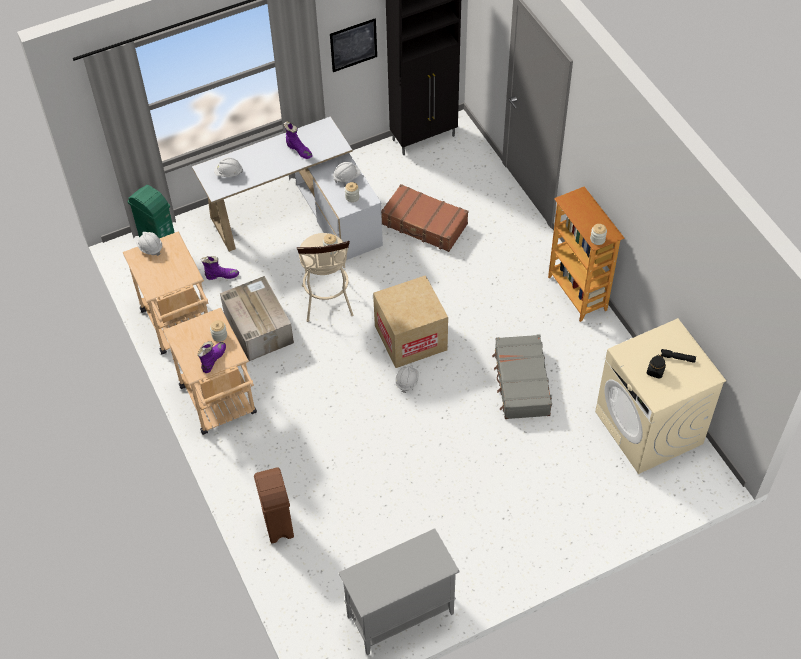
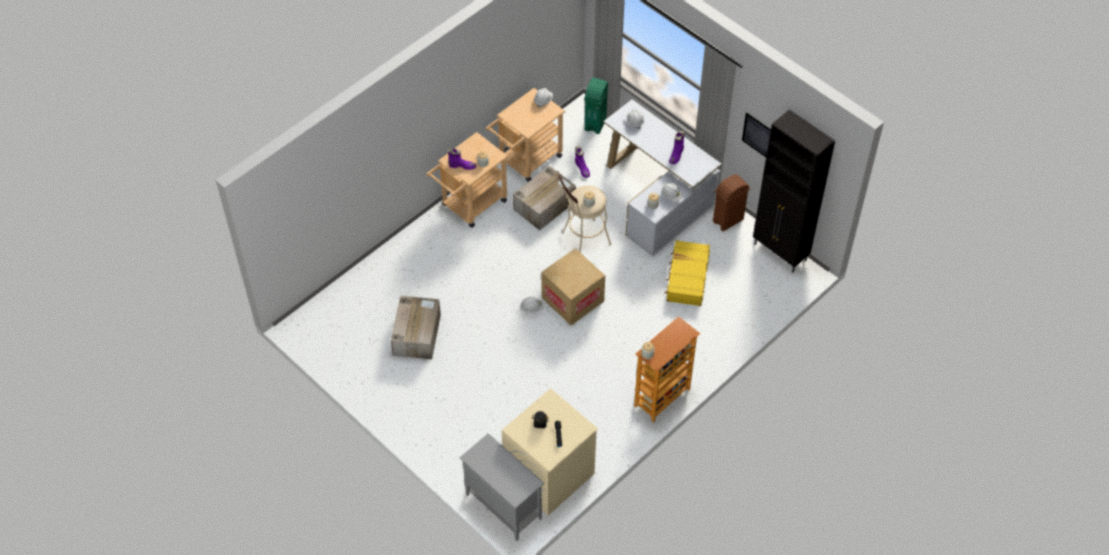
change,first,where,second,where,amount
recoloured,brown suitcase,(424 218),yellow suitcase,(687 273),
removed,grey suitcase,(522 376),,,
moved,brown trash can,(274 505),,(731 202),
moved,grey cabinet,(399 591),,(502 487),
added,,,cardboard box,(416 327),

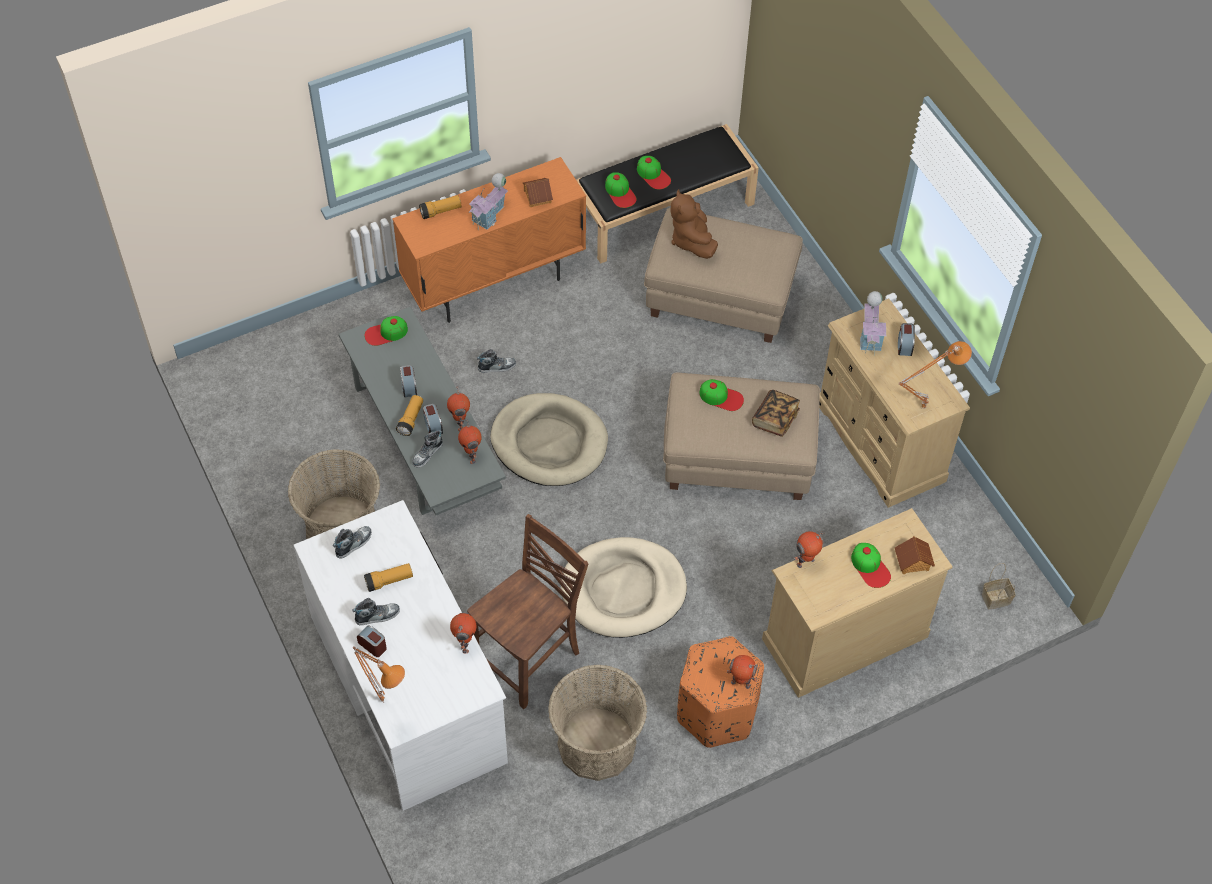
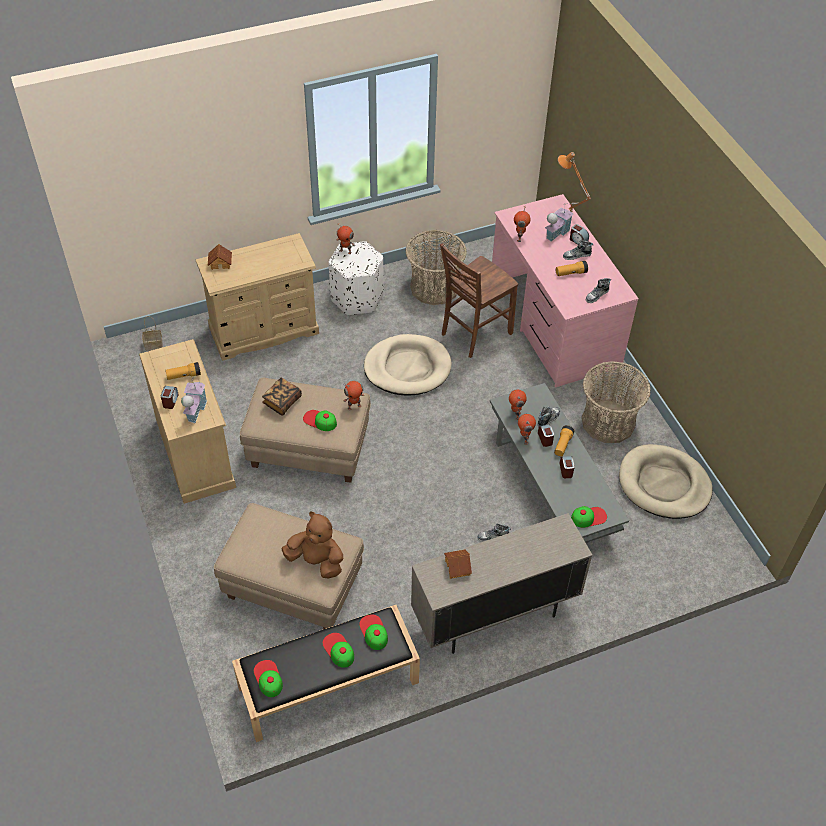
change,first,where,second,where,amount
recoloured,orange cabinet,(489 240),beige cabinet,(502 583),
moved,toy house,(488 202),,(559 222),
turned,brown plush toy,(694 224),,(312 545),60 degrees counterclockwise
moved,flashlight,(440 207),,(183 371),
removed,orange table lamp,(935 375),,,
moved,beige dog bed,(549 439),,(666 481),
recoloured,white desk,(400 655),pink desk,(565 290),
moved,toy robot,(809 549),,(353 395),
moved,cap,(871 565),,(268 678),
recoloured,orange ottoman,(720 692),white ottoman,(356 278),

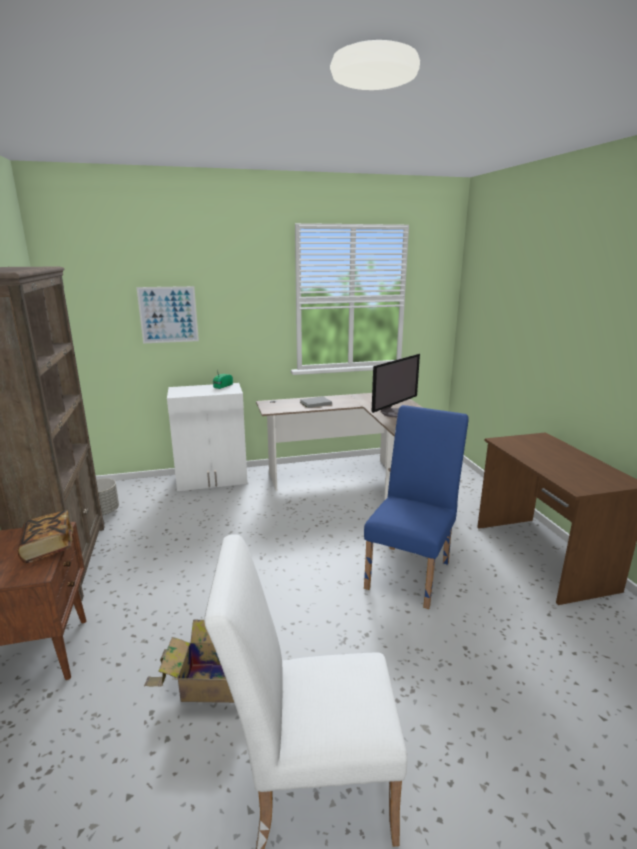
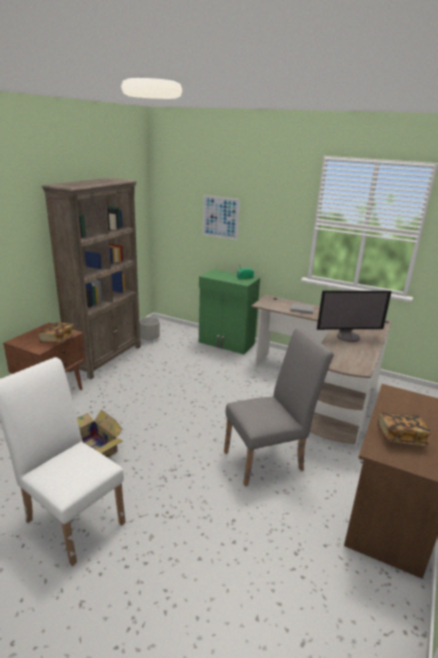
change,first,where,second,where,amount
recoloured,white cabinet,(207 437),green cabinet,(229 311),
recoloured,blue chair,(416 507),grey chair,(279 407),
added,,,book,(405 429),

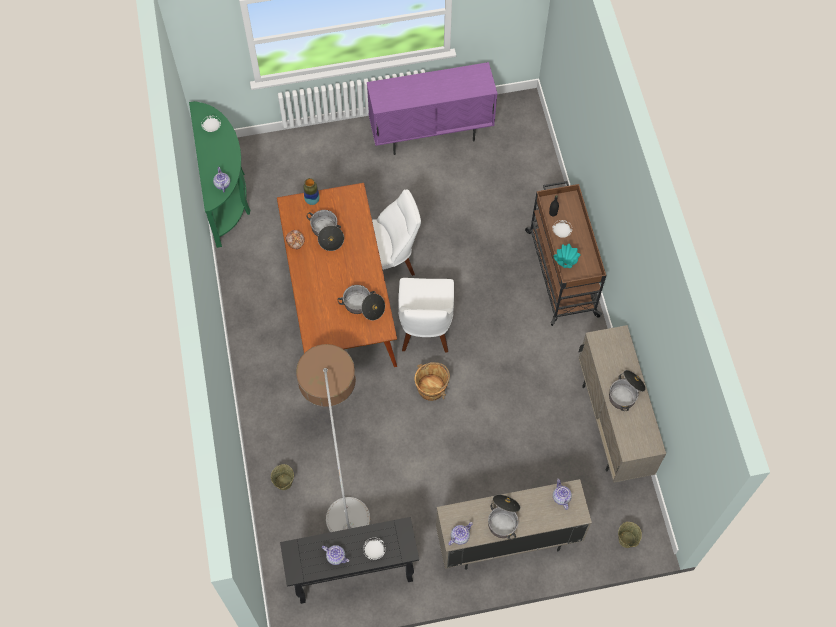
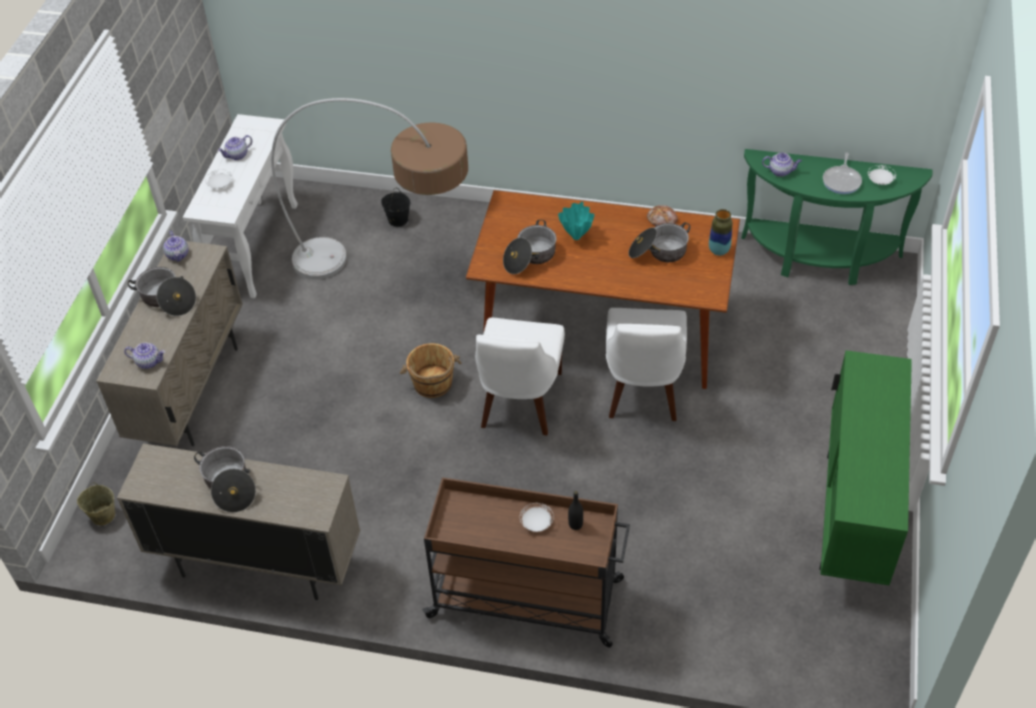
change,first,where,second,where,amount
recoloured,purple cabinet,(432 108),green cabinet,(865 467),
moved,turquoise vase,(567 256),,(576 221),
turned,white chair,(426 315),,(520 376),105 degrees counterclockwise
recoloured,beige bucket,(282 477),black bucket,(395 207),
recoloured,black console table,(349 560),white console table,(240 206),
added,,,frying pan,(842 173),

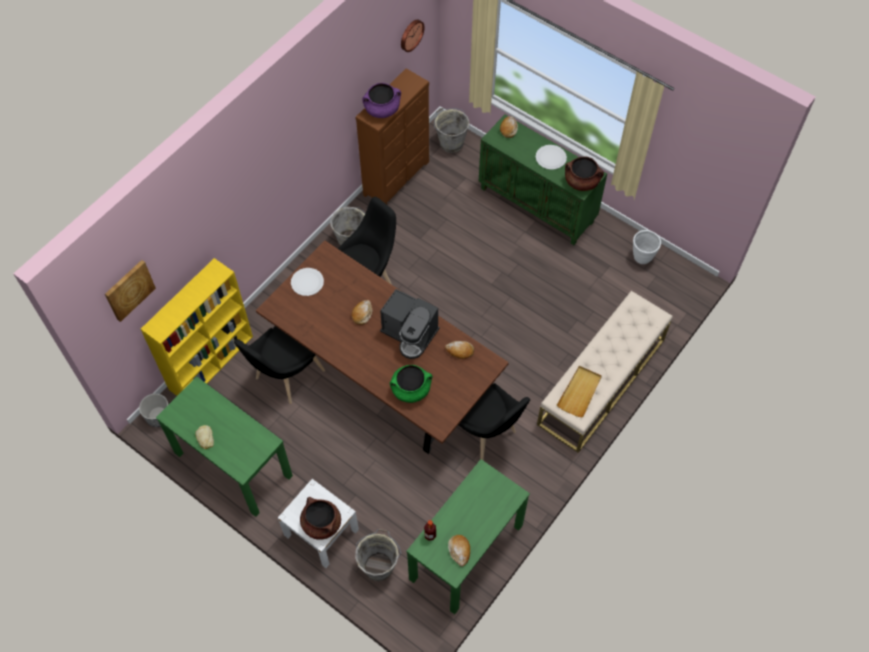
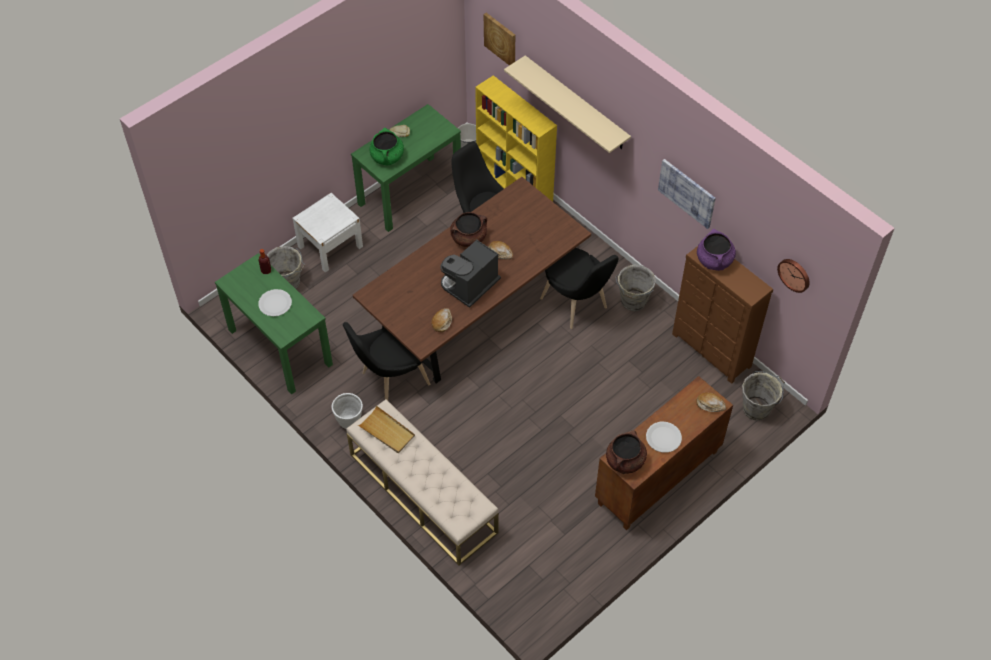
change,first,where,second,where,amount
recoloured,green cabinet,(543 180),brown cabinet,(664 453),
moved,white planter,(647 247),,(347 411),
moved,white plate,(307 282),,(275 302),
moved,green cooking pot,(411 384),,(387 146),
moved,brown cooking pot,(320 518),,(468 229),
removed,bread,(459 551),,,
added,,,beige shelf,(567 104),
added,,,picture,(687 194),

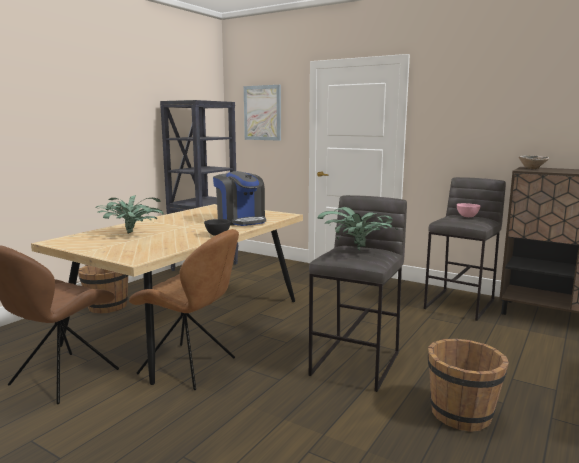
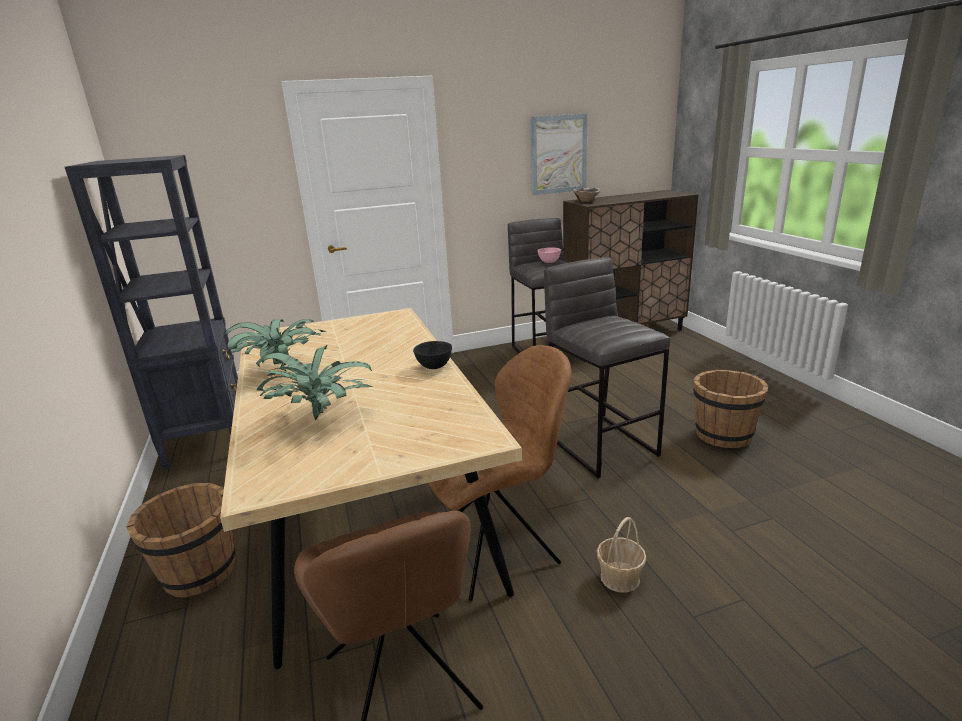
change,first,where,second,where,amount
moved,picture,(262 113),,(559 154),
removed,coffee machine,(239 198),,,
moved,potted plant,(358 229),,(275 345),
added,,,basket,(622 555),

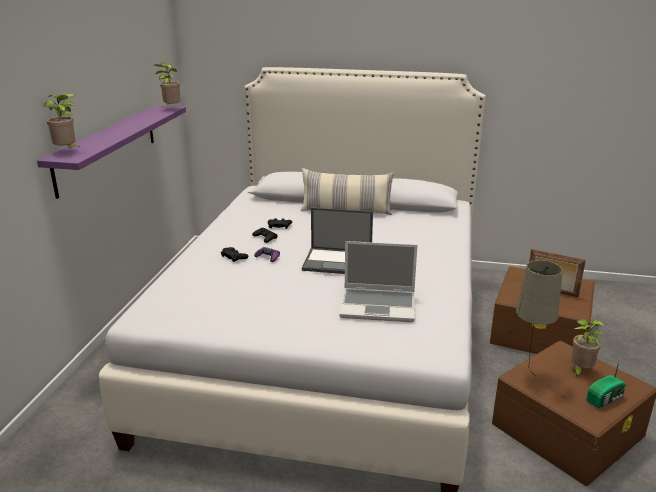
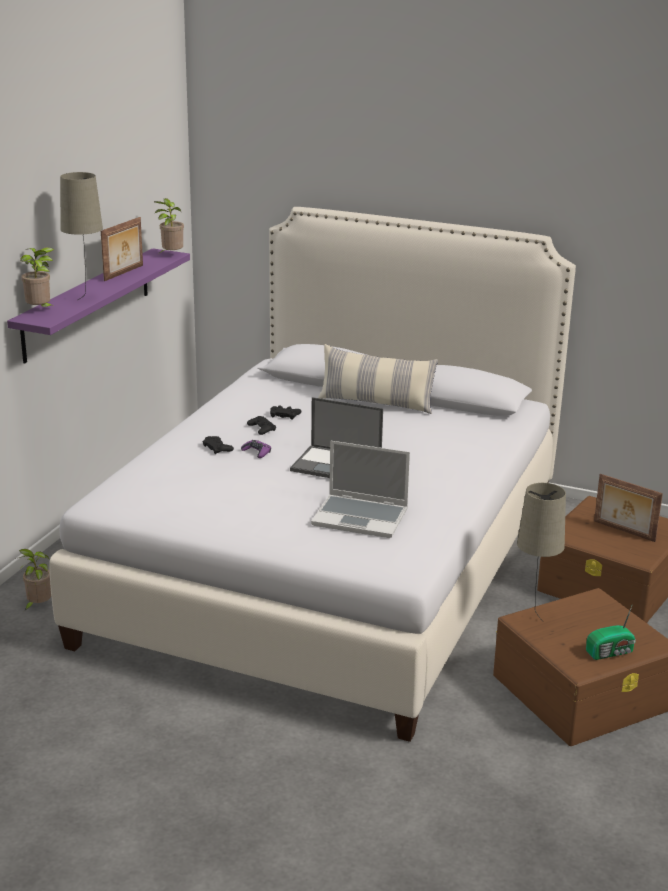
change,first,where,second,where,amount
moved,potted plant,(588 348),,(33 580),
added,,,beige table lamp,(81 236),
added,,,picture frame,(122 249),

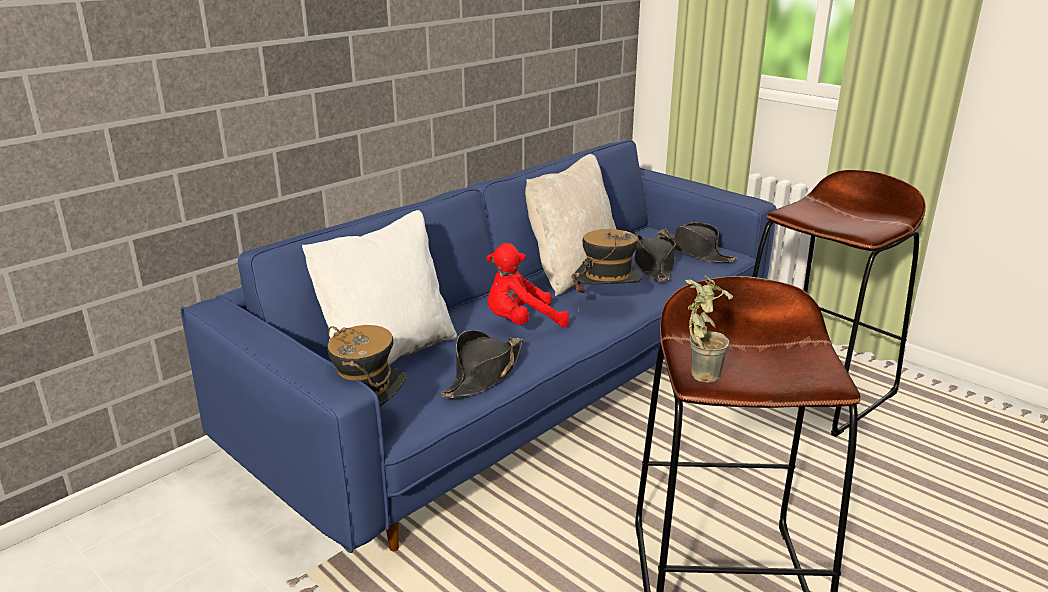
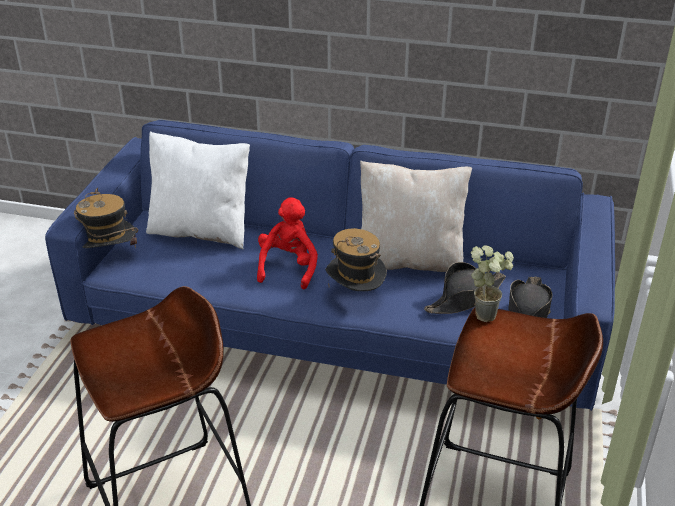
change,first,where,second,where,amount
turned,red plush toy,(527 285),,(287 243),60 degrees clockwise
moved,potted plant,(709 329),,(492 283),
removed,black hat,(482 364),,,

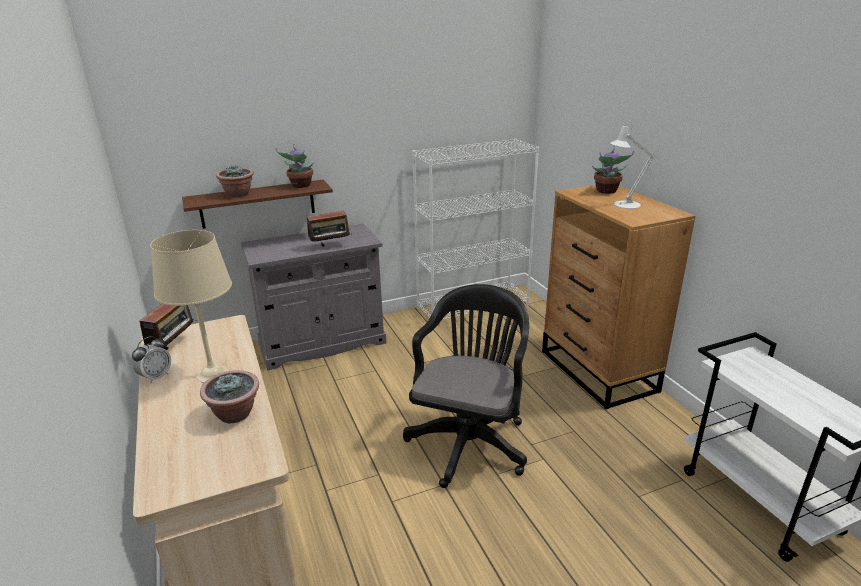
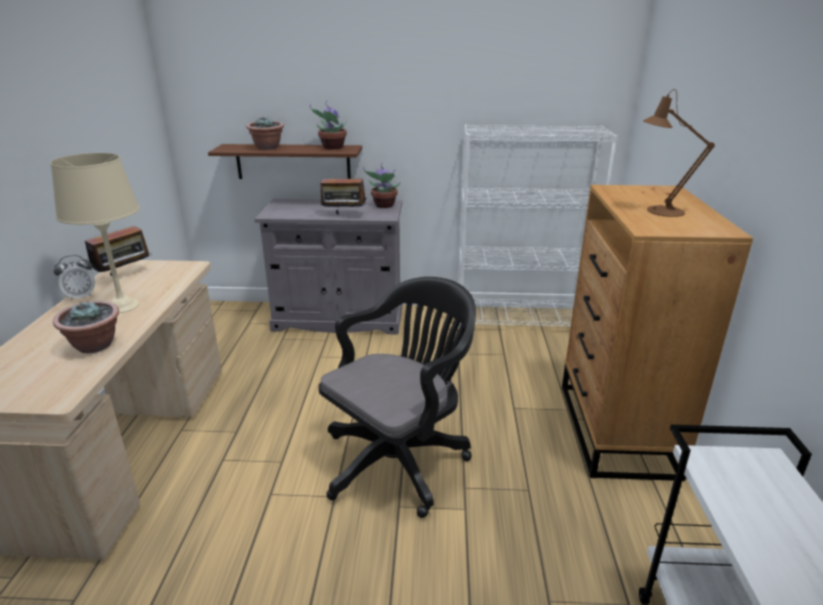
change,first,where,second,where,amount
recoloured,white table lamp,(632 165),brown table lamp,(679 153),
moved,potted plant,(613 170),,(381 185),

